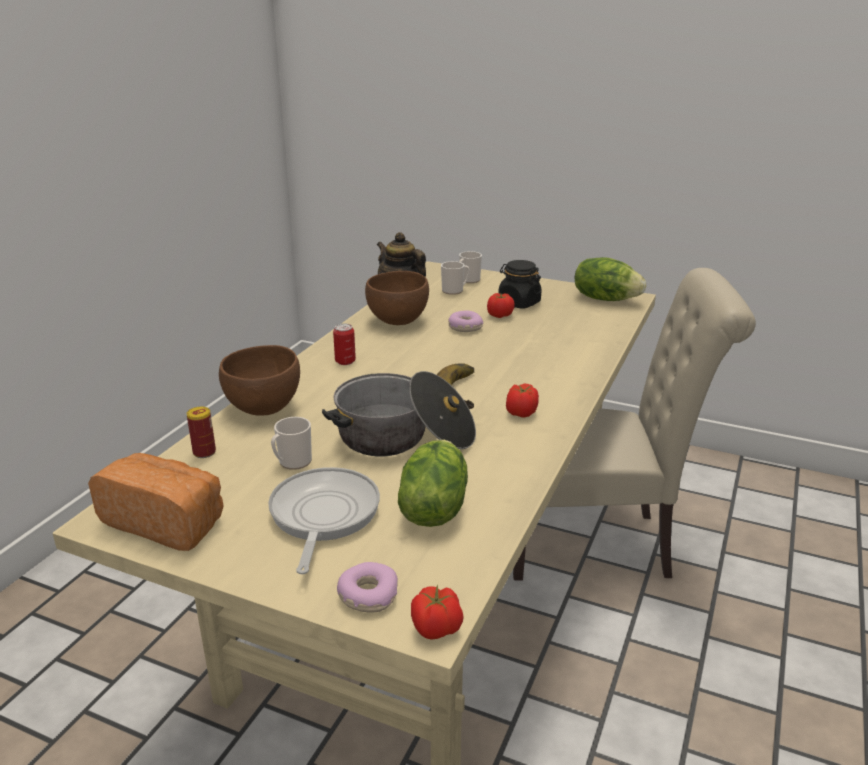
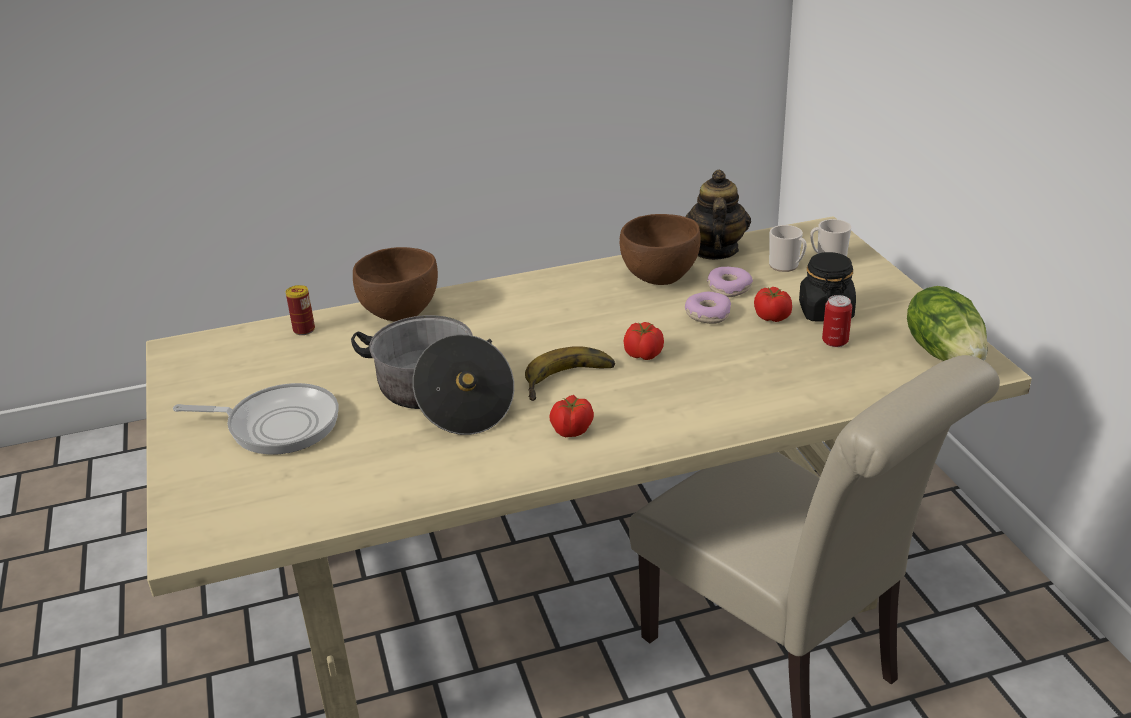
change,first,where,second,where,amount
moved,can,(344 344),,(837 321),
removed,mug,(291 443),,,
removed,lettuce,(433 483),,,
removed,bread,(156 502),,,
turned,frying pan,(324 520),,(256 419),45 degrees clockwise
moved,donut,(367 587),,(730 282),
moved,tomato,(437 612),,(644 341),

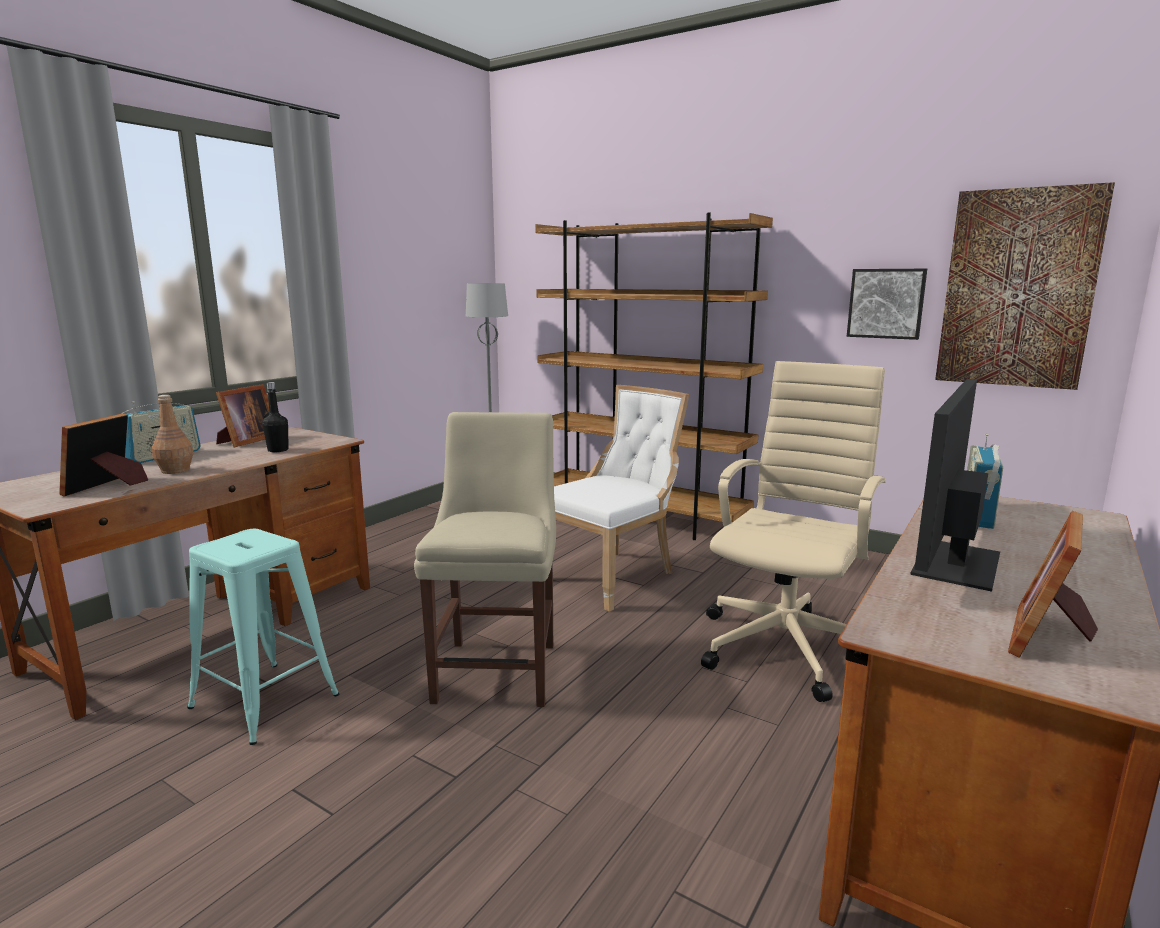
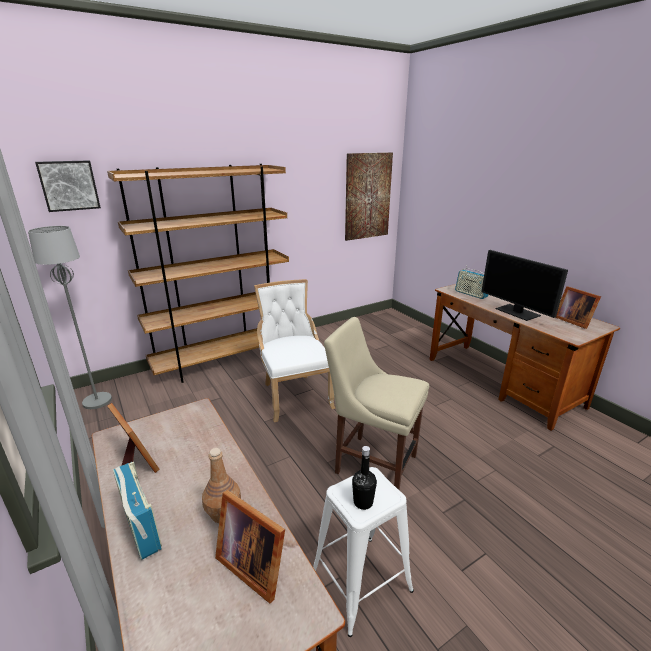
change,first,where,second,where,amount
moved,picture,(887 304),,(68 186),
removed,beige office chair,(793 531),,,
moved,black bottle,(275 417),,(364 478),
recoloured,turquoise stool,(263 637),white stool,(363 552),

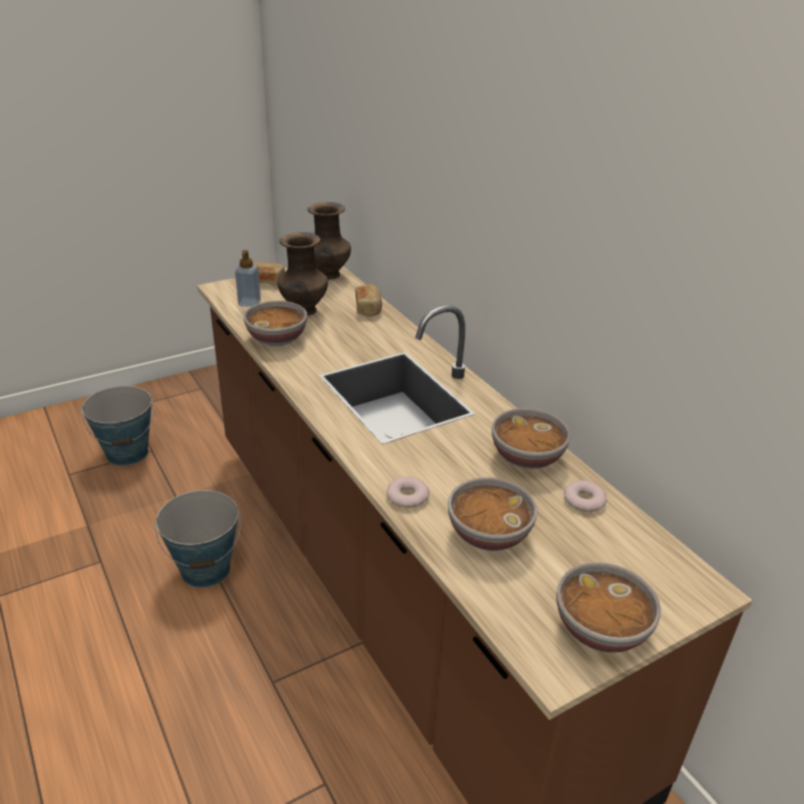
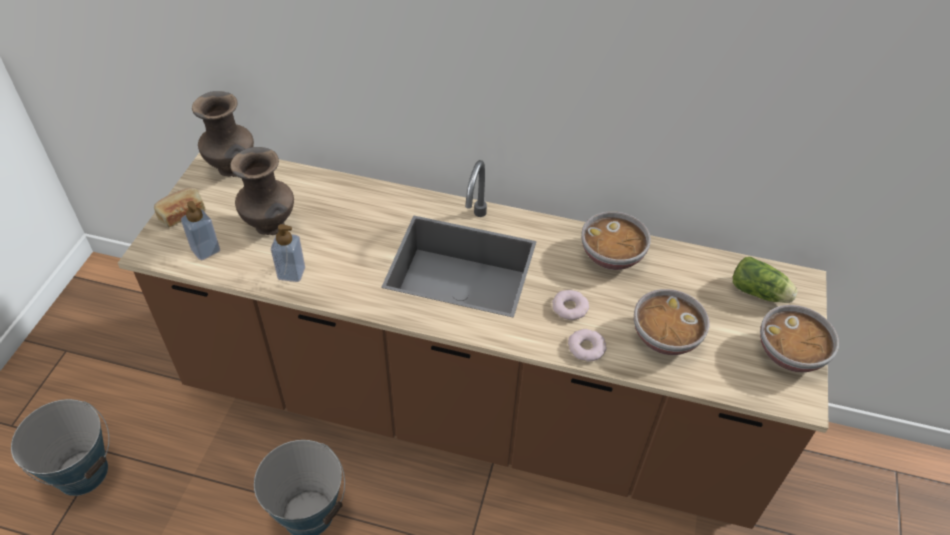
change,first,where,second,where,amount
removed,bread,(369 300),,,
replaced,bowl,(275 323),soap dispenser,(288 253),
moved,donut,(585 496),,(570 305),
added,,,lettuce,(765 280),

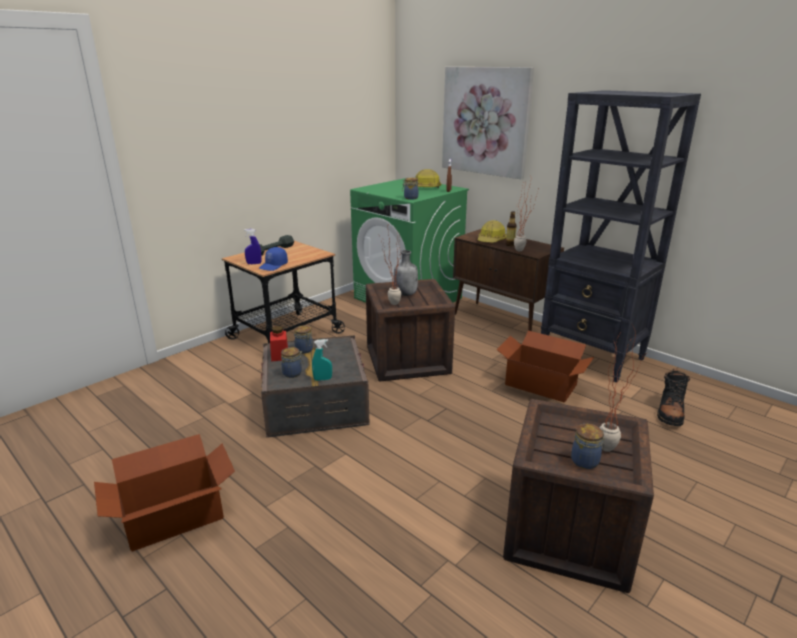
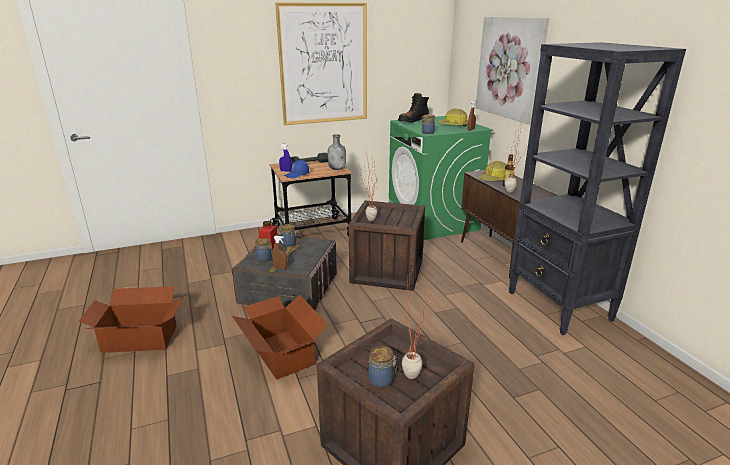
change,first,where,second,where,amount
moved,grey bottle,(406 273),,(337 152),
moved,cardboard box,(545 366),,(280 337),
recoloured,turquoise spray bottle,(322 360),brown spray bottle,(279 252),
moved,black boot,(673 397),,(413 108),
added,,,picture,(321 64),

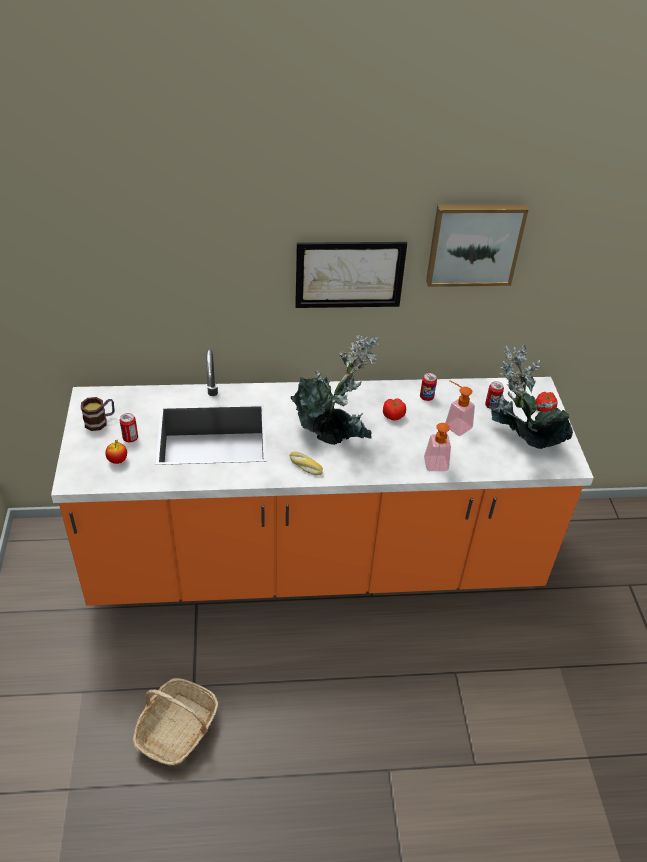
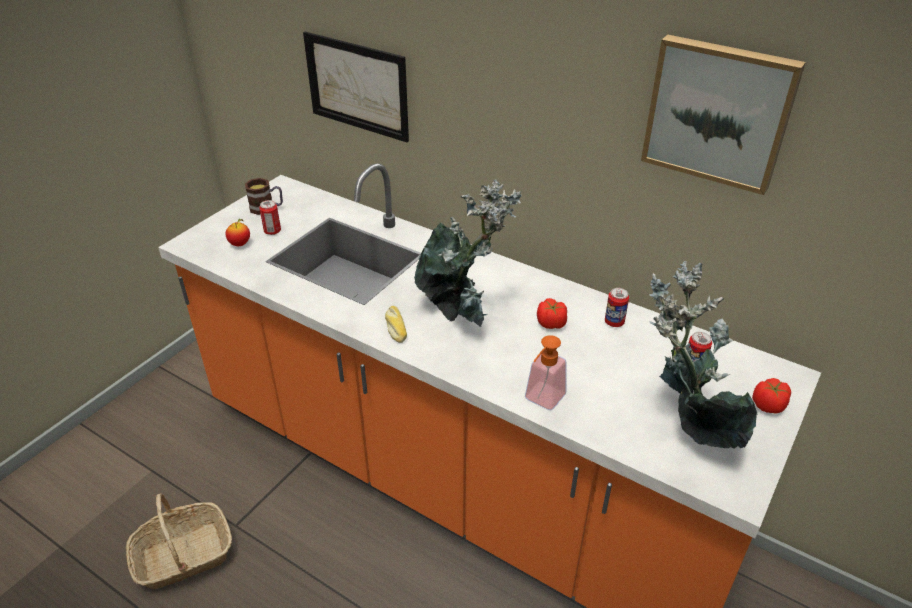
change,first,where,second,where,amount
moved,picture,(351 275),,(356 87),
removed,soap dispenser,(460 408),,,

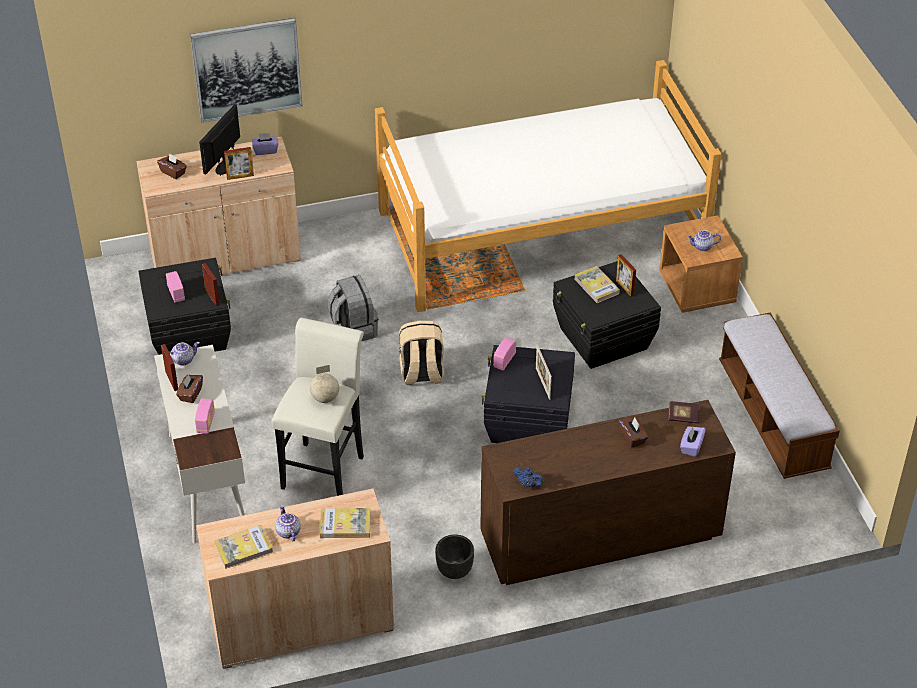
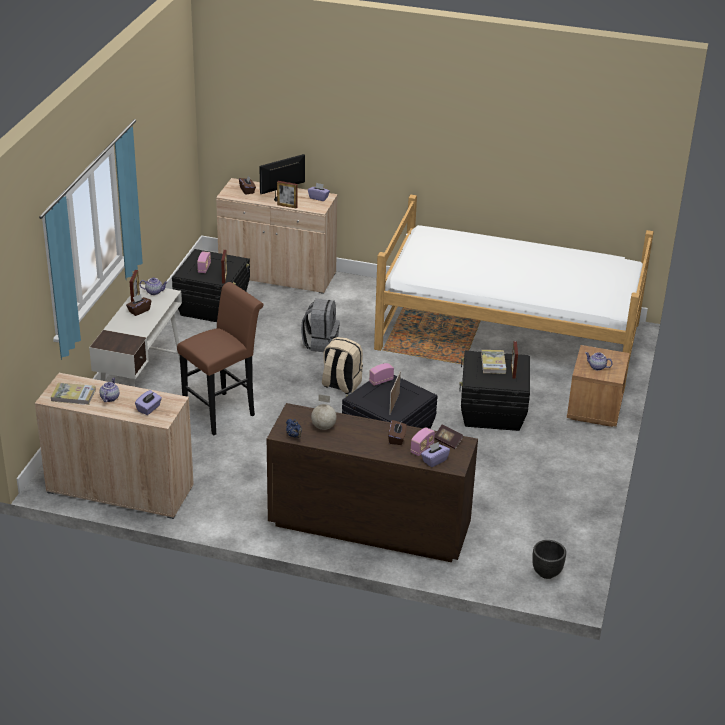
change,first,where,second,where,amount
removed,picture,(246 70),,,
removed,bench,(779 396),,,
recoloured,white stool,(318 407),brown stool,(220 358),
moved,globe,(324 384),,(324 412),
moved,radio,(205 416),,(422 441),
replaced,book,(345 523),purple tissue box,(148 402),
moved,black planter,(454 556),,(549 559),

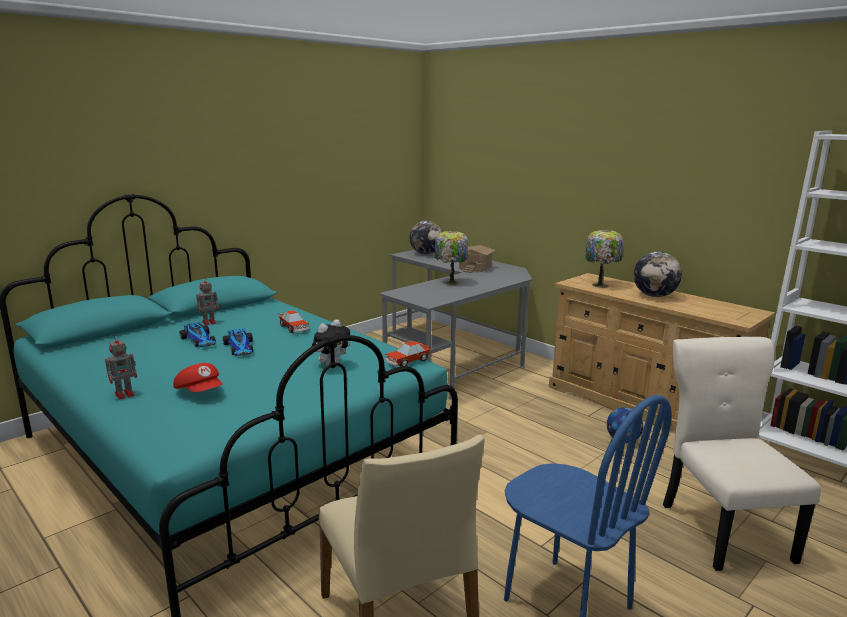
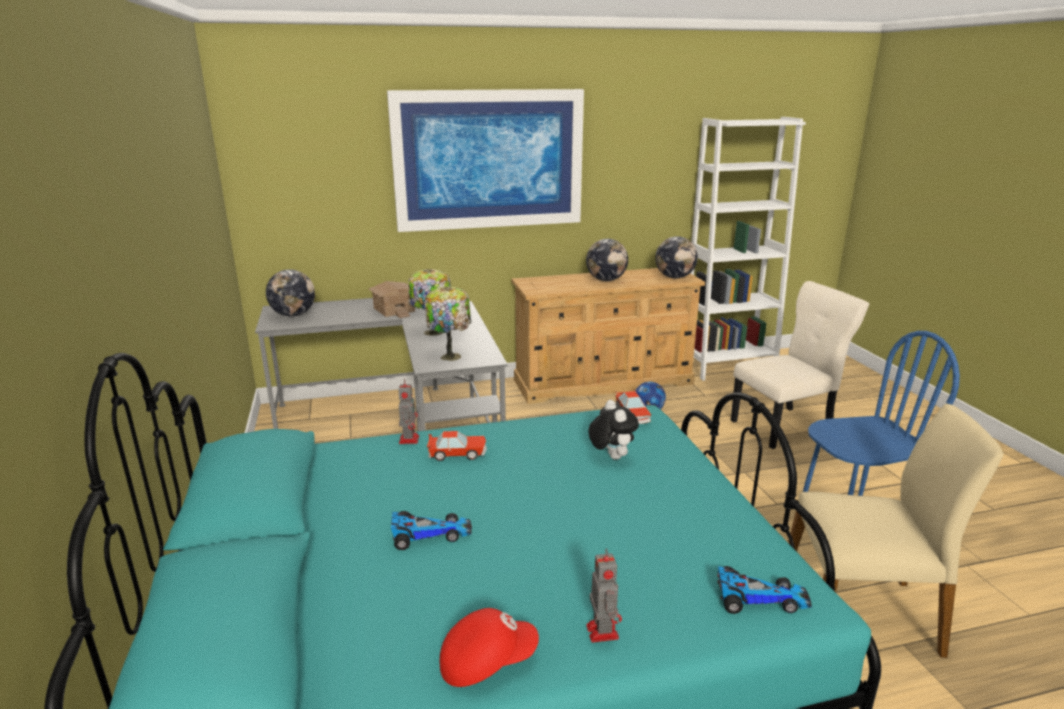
change,first,where,second,where,amount
moved,table lamp,(604 258),,(448 323),
moved,toy robot,(207 302),,(408 411),
moved,toy car,(238 342),,(764 590),
turned,beige chair,(742 454),,(800 365),135 degrees clockwise
moved,red cap,(198 377),,(489 647),
added,,,picture,(485 160),
added,,,globe,(676 257),

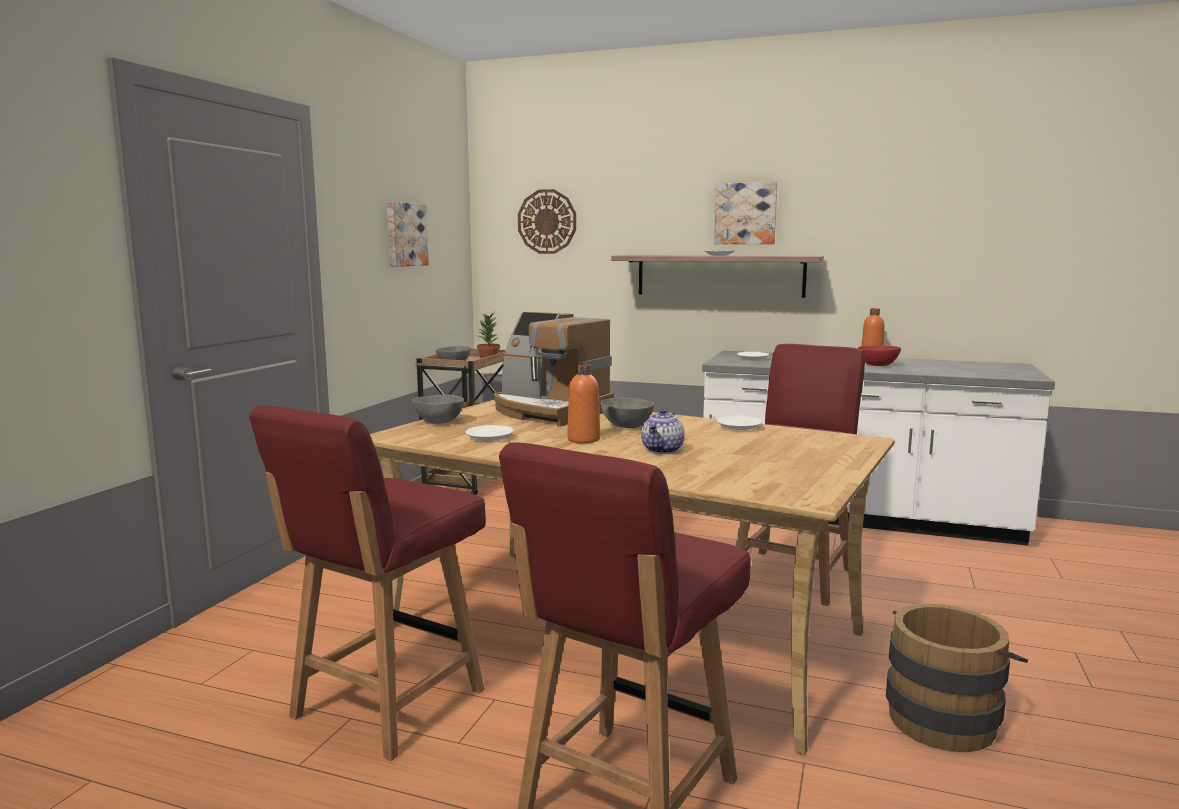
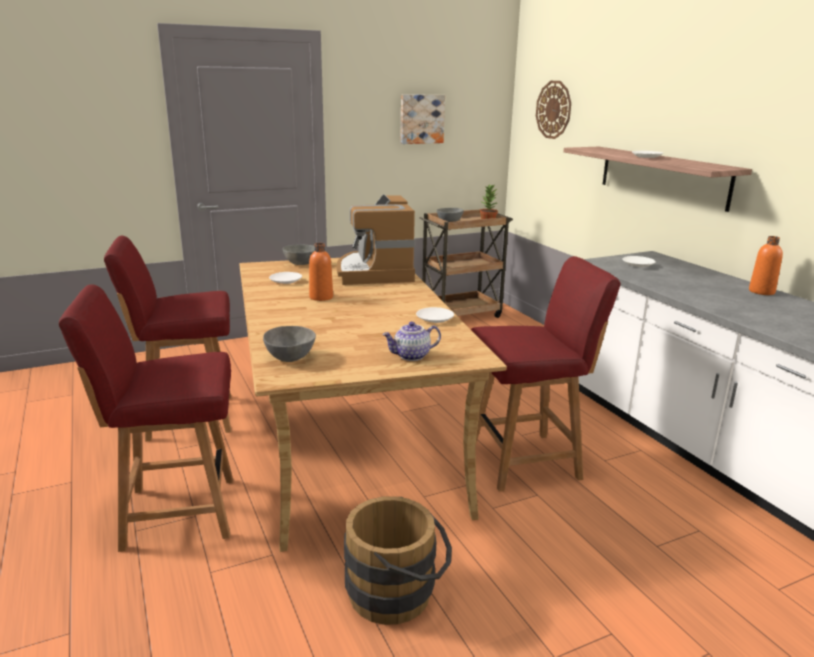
change,first,where,second,where,amount
removed,picture,(746 213),,,
removed,red bowl,(879 356),,,
moved,grey bowl,(627 413),,(289 344),
moved,teapot,(663 431),,(411 341),

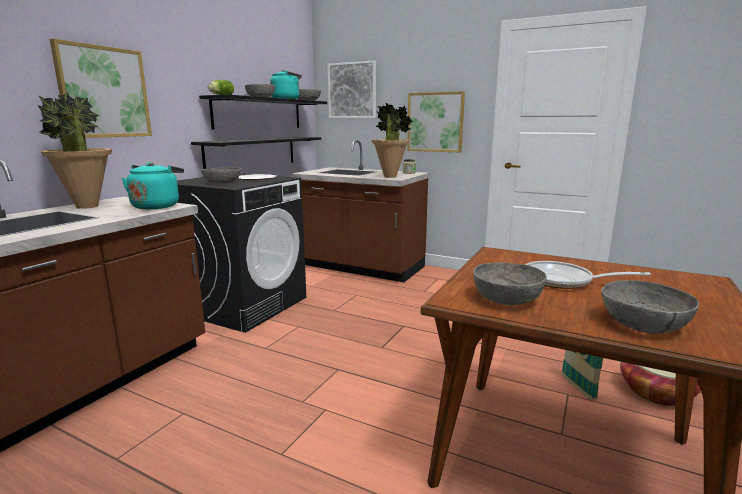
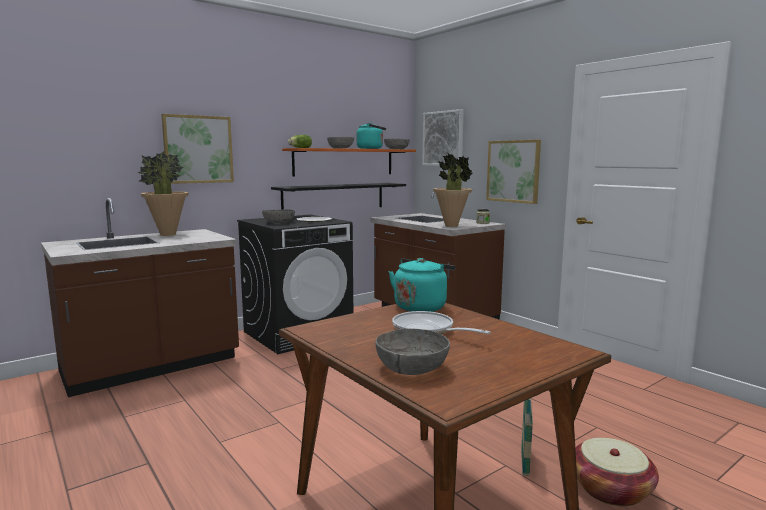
change,first,where,second,where,amount
recoloured,black shelf,(263 112),orange shelf,(349 162),
moved,turquoise kettle,(153 185),,(422 285),
removed,grey bowl,(510 283),,,

